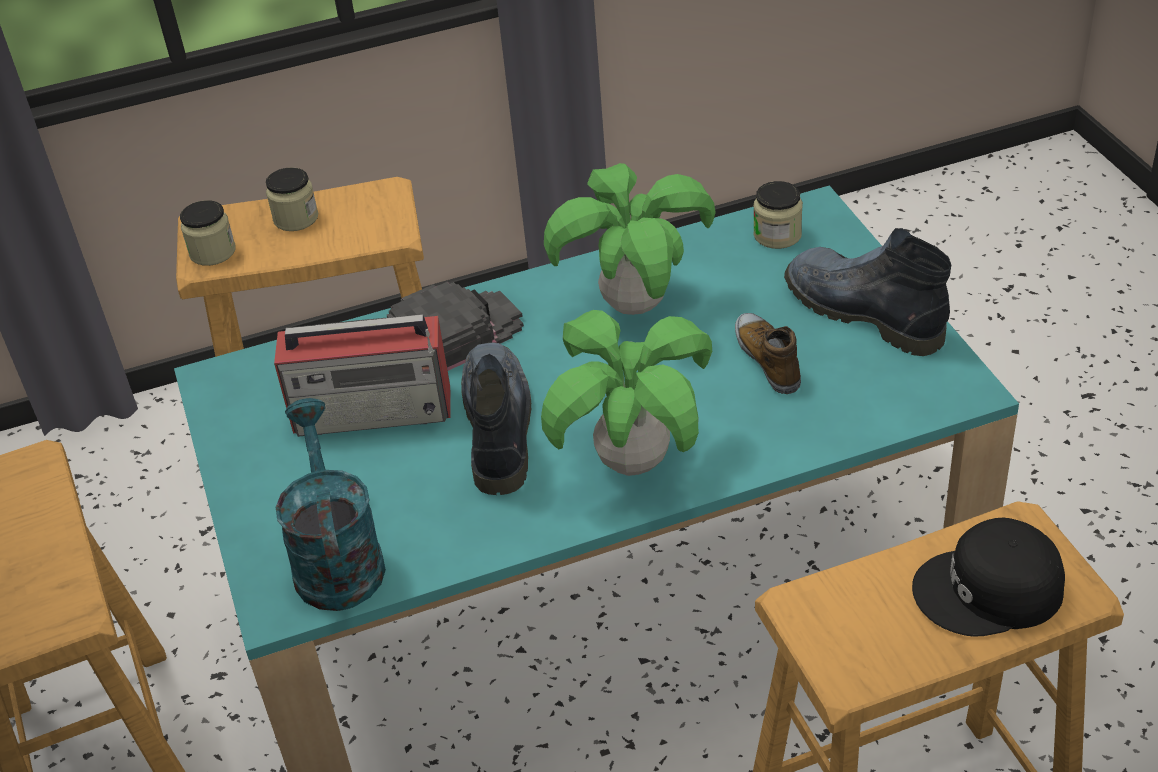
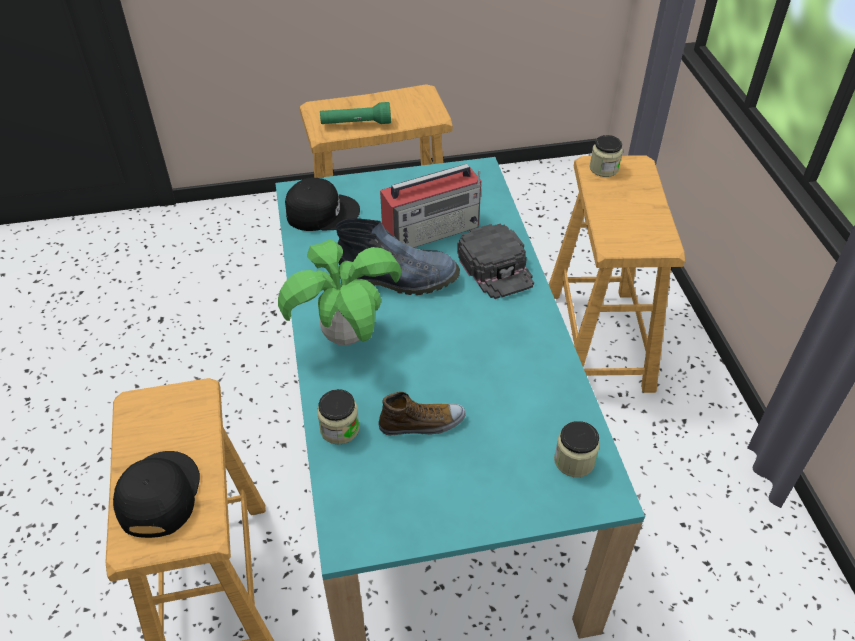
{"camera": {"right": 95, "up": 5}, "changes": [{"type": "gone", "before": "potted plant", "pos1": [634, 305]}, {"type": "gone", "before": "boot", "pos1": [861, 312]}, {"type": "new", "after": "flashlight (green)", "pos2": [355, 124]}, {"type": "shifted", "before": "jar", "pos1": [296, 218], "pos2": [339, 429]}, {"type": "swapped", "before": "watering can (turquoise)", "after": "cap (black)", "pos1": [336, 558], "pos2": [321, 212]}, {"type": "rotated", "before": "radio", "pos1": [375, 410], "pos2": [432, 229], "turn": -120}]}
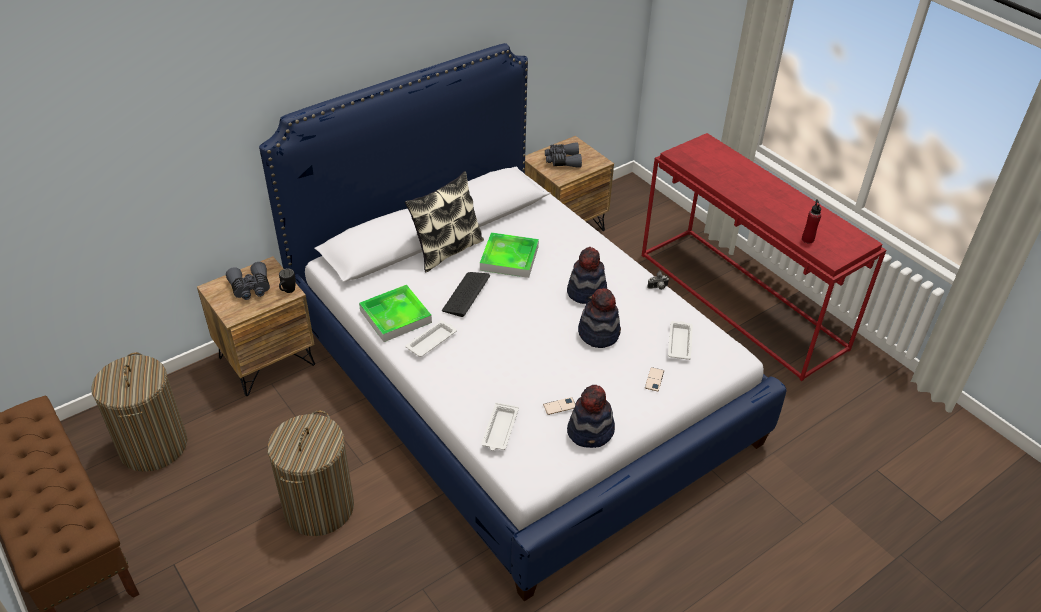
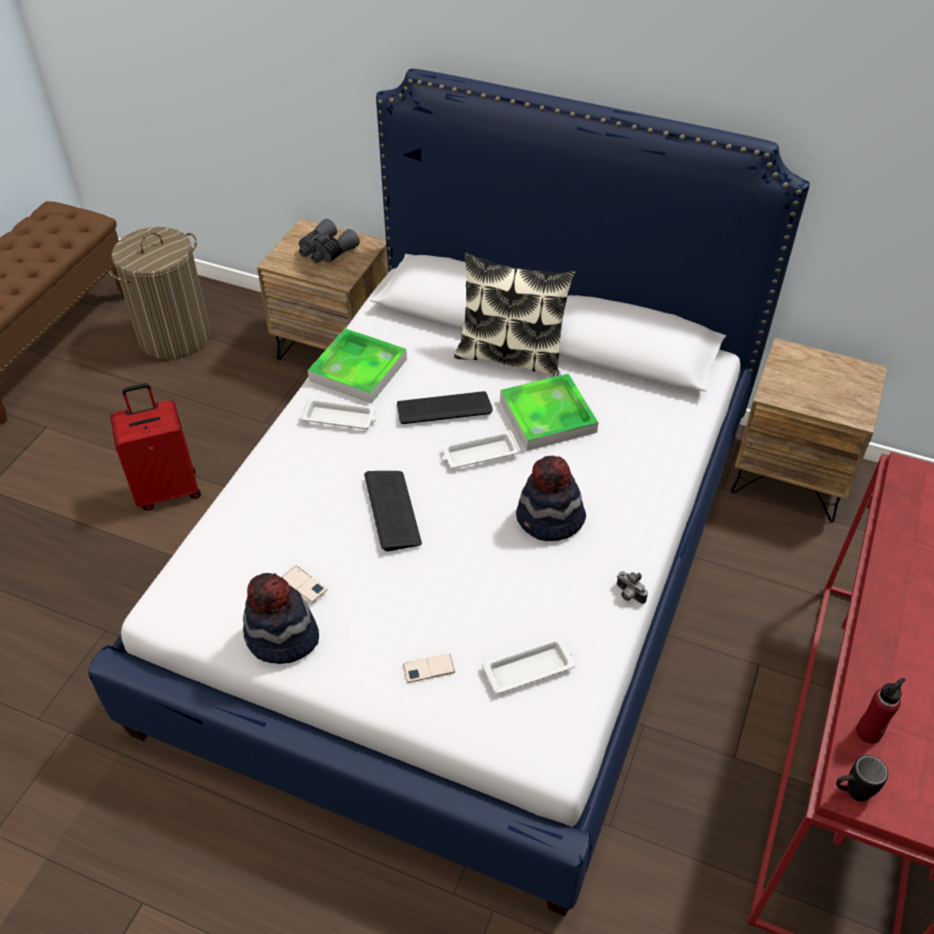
{"camera": {"right": 60, "up": 5}, "changes": [{"type": "gone", "before": "binoculars (grey)", "pos1": [562, 160]}, {"type": "gone", "before": "hat", "pos1": [599, 333]}, {"type": "new", "after": "keyboard", "pos2": [392, 510]}, {"type": "shifted", "before": "mug (black)", "pos1": [287, 292], "pos2": [851, 792]}, {"type": "shifted", "before": "tray (white)", "pos1": [499, 430], "pos2": [479, 454]}, {"type": "swapped", "before": "laundry basket", "after": "suitcase (red)", "pos1": [319, 507], "pos2": [167, 490]}]}
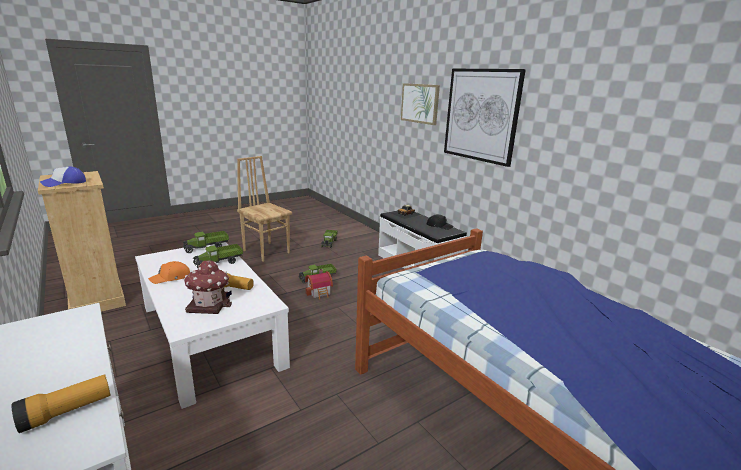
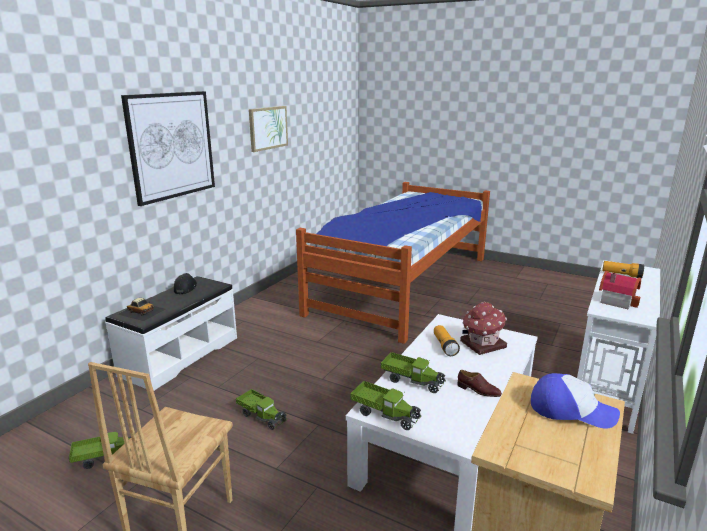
{"camera": {"right": -115, "up": 0}, "changes": [{"type": "shifted", "before": "toy house", "pos1": [320, 292], "pos2": [616, 300]}, {"type": "shifted", "before": "picture", "pos1": [420, 103], "pos2": [268, 128]}, {"type": "swapped", "before": "cap (orange)", "after": "shoe (brown)", "pos1": [171, 278], "pos2": [478, 390]}]}
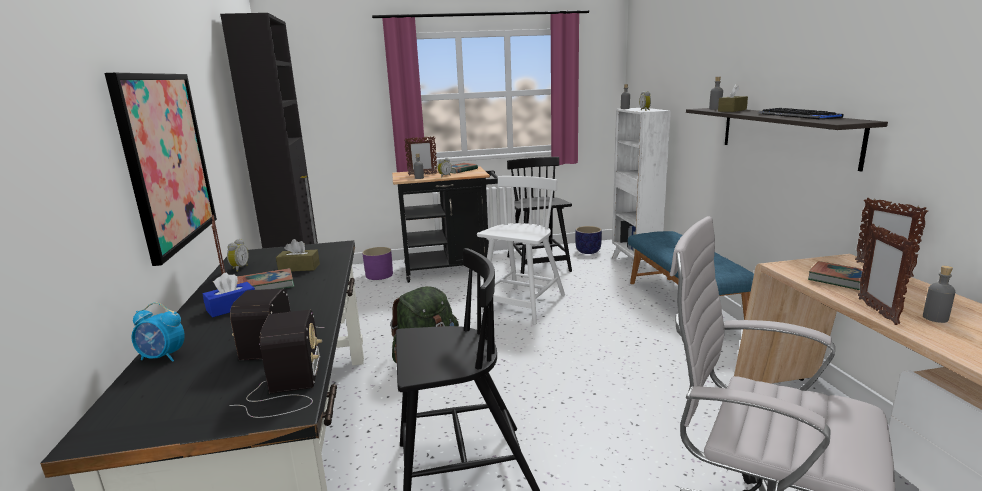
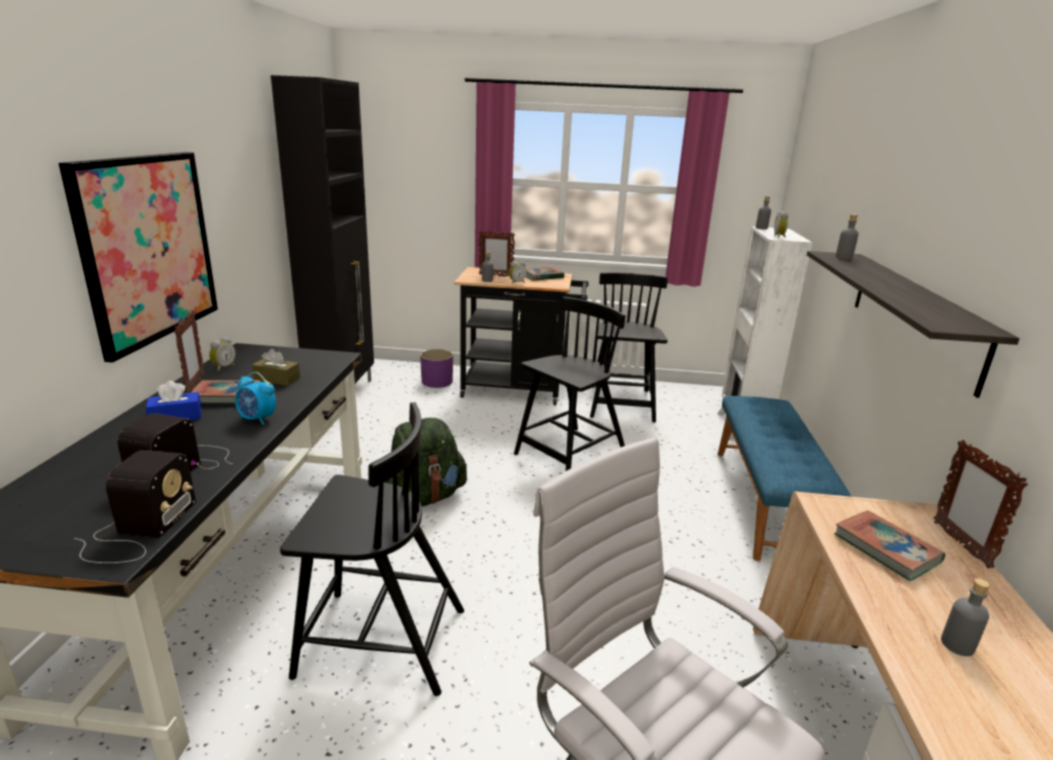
{"camera": {"right": 15, "up": 5}, "changes": [{"type": "gone", "before": "planter", "pos1": [588, 251]}, {"type": "gone", "before": "tissue box (brown)", "pos1": [732, 110]}, {"type": "gone", "before": "keyboard", "pos1": [797, 116]}, {"type": "gone", "before": "picture frame", "pos1": [877, 311]}, {"type": "shifted", "before": "alarm clock", "pos1": [163, 357], "pos2": [257, 419]}, {"type": "repainted", "before": "chair (white)", "after": "chair (black)", "pos1": [523, 305], "pos2": [569, 455]}]}
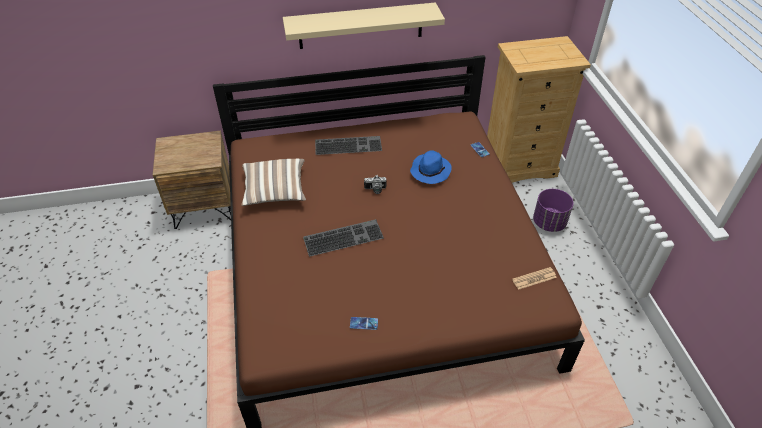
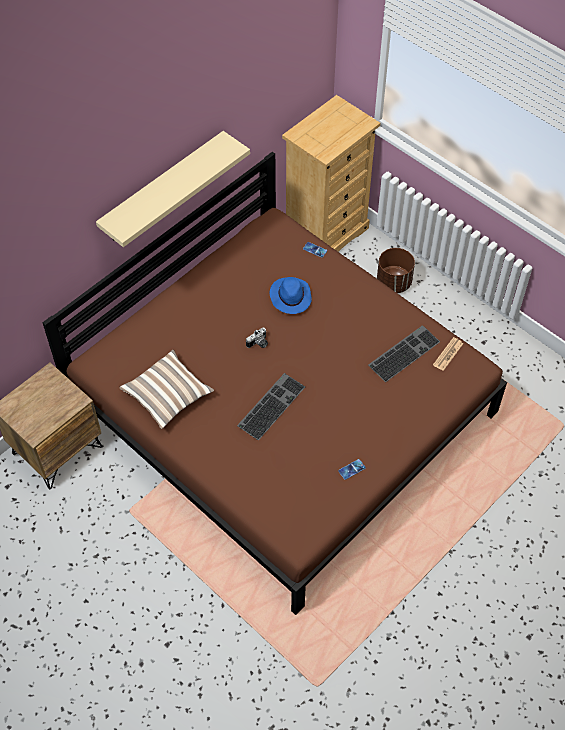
{"camera": {"right": -35, "up": 10}, "changes": [{"type": "shifted", "before": "keyboard", "pos1": [349, 145], "pos2": [403, 352]}, {"type": "repainted", "before": "planter (purple)", "after": "planter (brown)", "pos1": [549, 223], "pos2": [394, 282]}]}
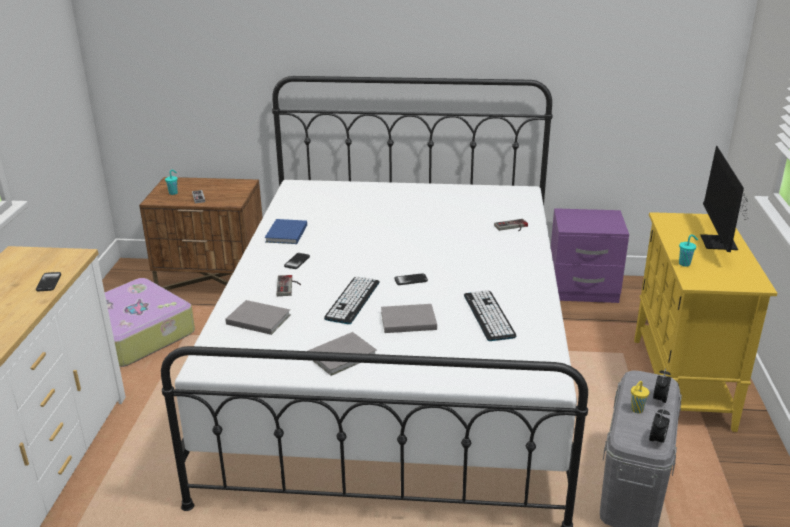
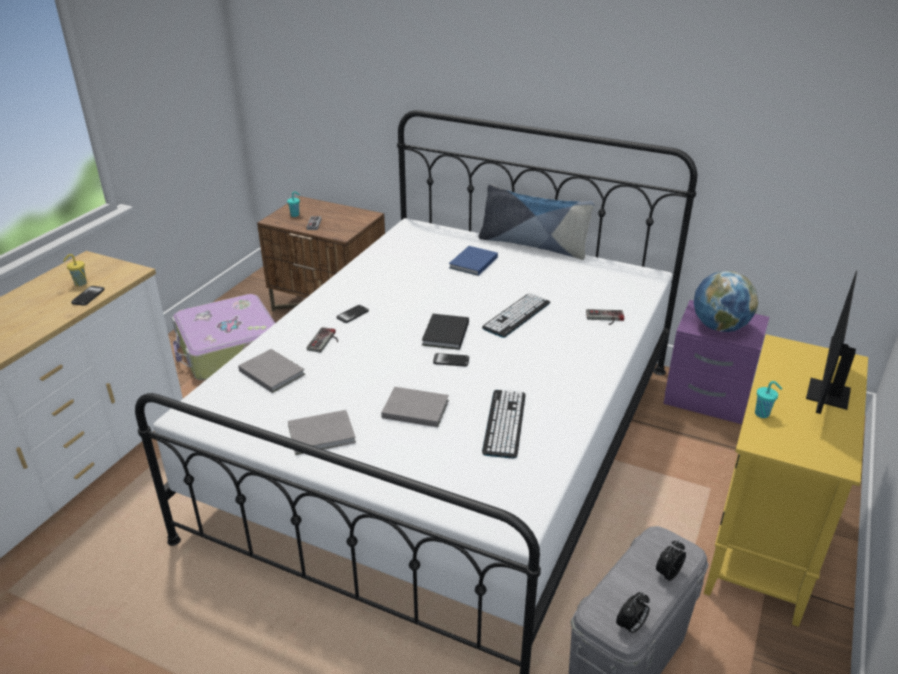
{"camera": {"right": 20, "up": 5}, "changes": [{"type": "new", "after": "book (black)", "pos2": [444, 334]}, {"type": "new", "after": "pillow", "pos2": [533, 245]}, {"type": "new", "after": "globe", "pos2": [719, 327]}, {"type": "shifted", "before": "book (blue)", "pos1": [285, 234], "pos2": [472, 263]}, {"type": "shifted", "before": "keyboard", "pos1": [352, 300], "pos2": [516, 315]}, {"type": "shifted", "before": "cup (yellow)", "pos1": [636, 410], "pos2": [80, 283]}]}
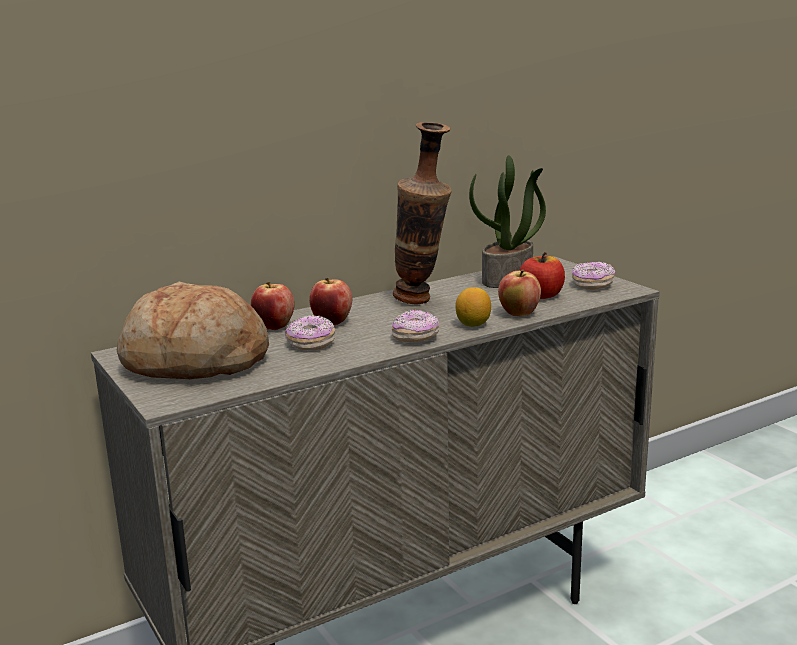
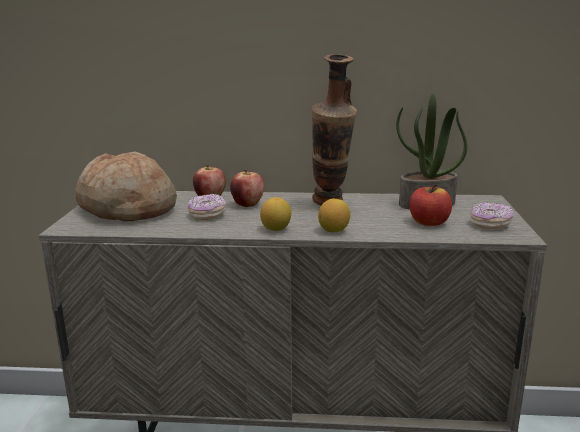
{"camera": {"right": 35, "up": 0}, "changes": [{"type": "gone", "before": "apple", "pos1": [518, 314]}, {"type": "swapped", "before": "donut", "after": "lemon", "pos1": [415, 337], "pos2": [276, 229]}]}
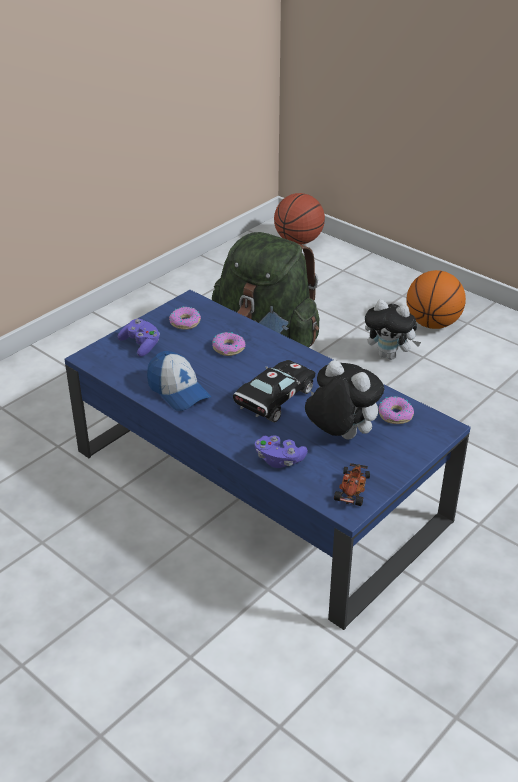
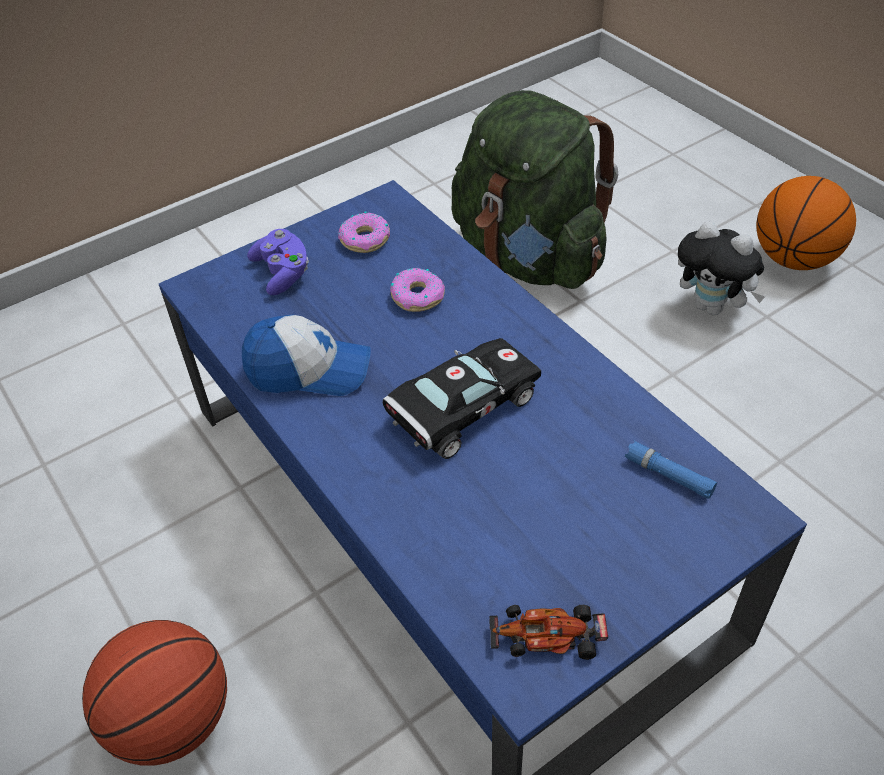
{"camera": {"right": 15, "up": 10}, "changes": [{"type": "gone", "before": "game controller (purple)", "pos1": [279, 460]}, {"type": "gone", "before": "plush toy", "pos1": [340, 436]}, {"type": "shifted", "before": "basketball", "pos1": [298, 241], "pos2": [173, 720]}, {"type": "swapped", "before": "donut", "after": "flashlight (blue)", "pos1": [395, 415], "pos2": [668, 475]}, {"type": "rotated", "before": "cap", "pos1": [178, 391], "pos2": [309, 370], "turn": -60}, {"type": "rotated", "before": "toy car", "pos1": [353, 489], "pos2": [547, 635], "turn": -120}]}
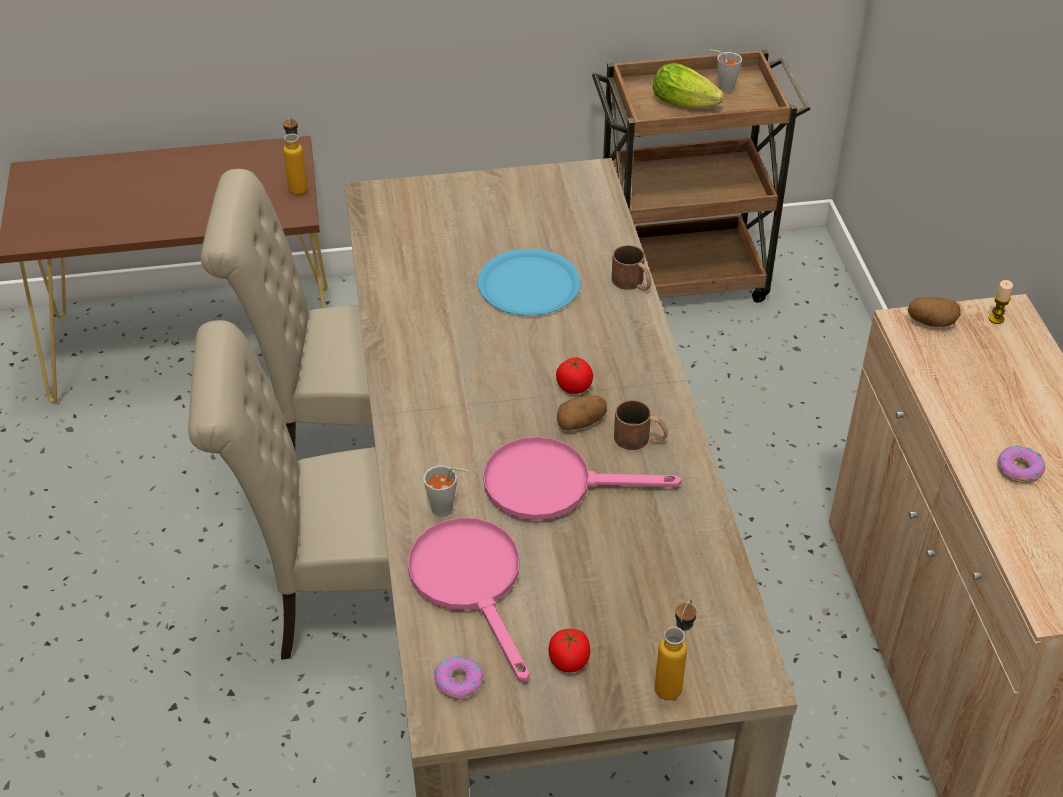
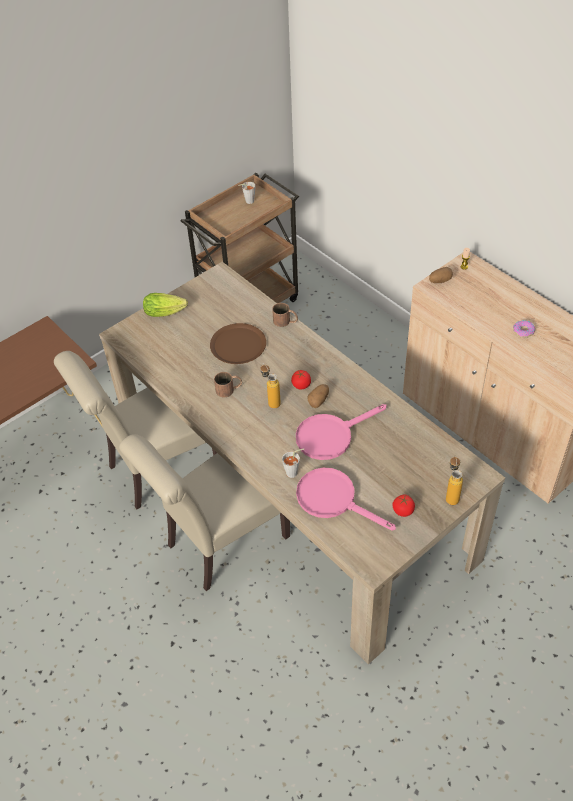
{"camera": {"right": -30, "up": 5}, "changes": [{"type": "gone", "before": "donut", "pos1": [458, 682]}, {"type": "shifted", "before": "bottle", "pos1": [298, 185], "pos2": [271, 401]}, {"type": "shifted", "before": "mug (brown)", "pos1": [640, 439], "pos2": [229, 389]}, {"type": "shifted", "before": "lettuce", "pos1": [687, 104], "pos2": [167, 312]}, {"type": "repainted", "before": "plate (blue)", "after": "plate (brown)", "pos1": [529, 284], "pos2": [238, 344]}]}
